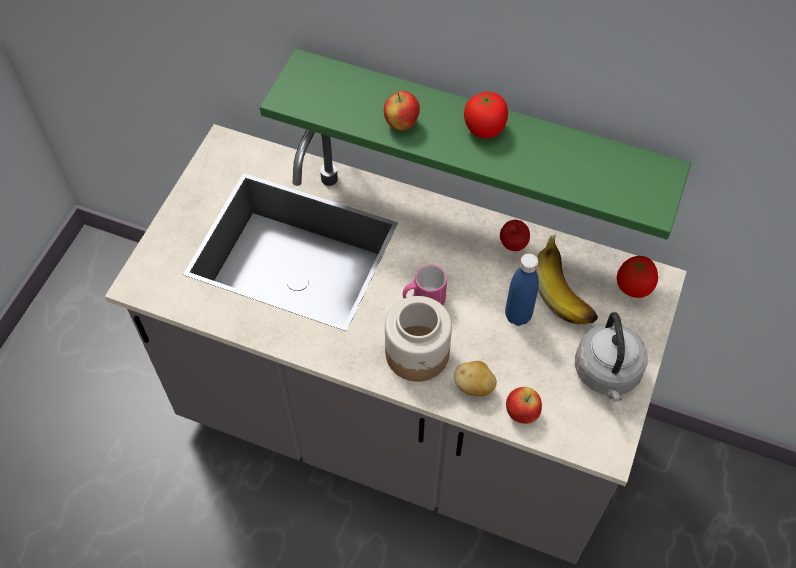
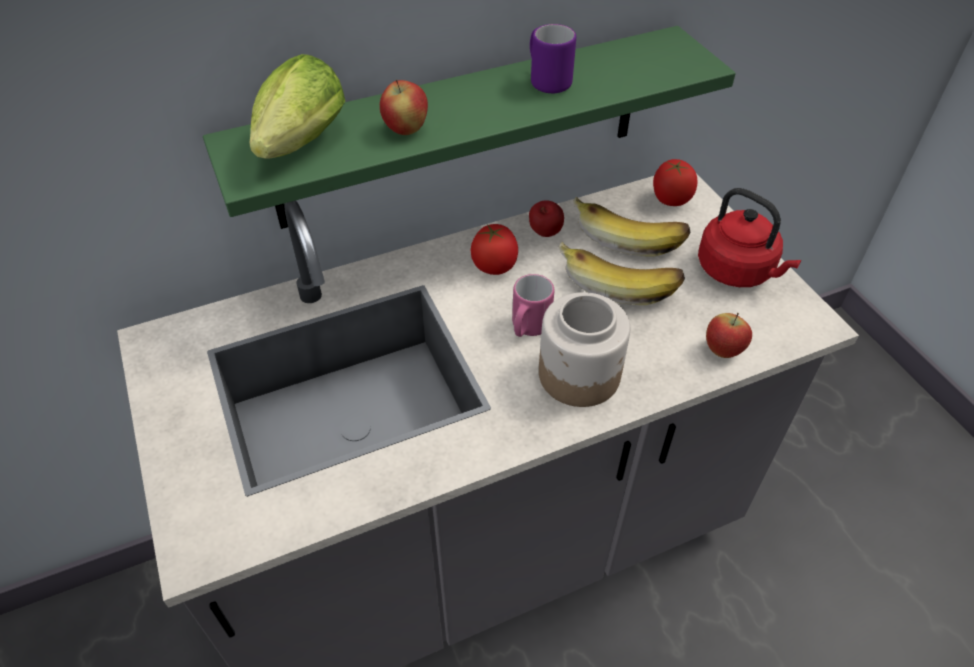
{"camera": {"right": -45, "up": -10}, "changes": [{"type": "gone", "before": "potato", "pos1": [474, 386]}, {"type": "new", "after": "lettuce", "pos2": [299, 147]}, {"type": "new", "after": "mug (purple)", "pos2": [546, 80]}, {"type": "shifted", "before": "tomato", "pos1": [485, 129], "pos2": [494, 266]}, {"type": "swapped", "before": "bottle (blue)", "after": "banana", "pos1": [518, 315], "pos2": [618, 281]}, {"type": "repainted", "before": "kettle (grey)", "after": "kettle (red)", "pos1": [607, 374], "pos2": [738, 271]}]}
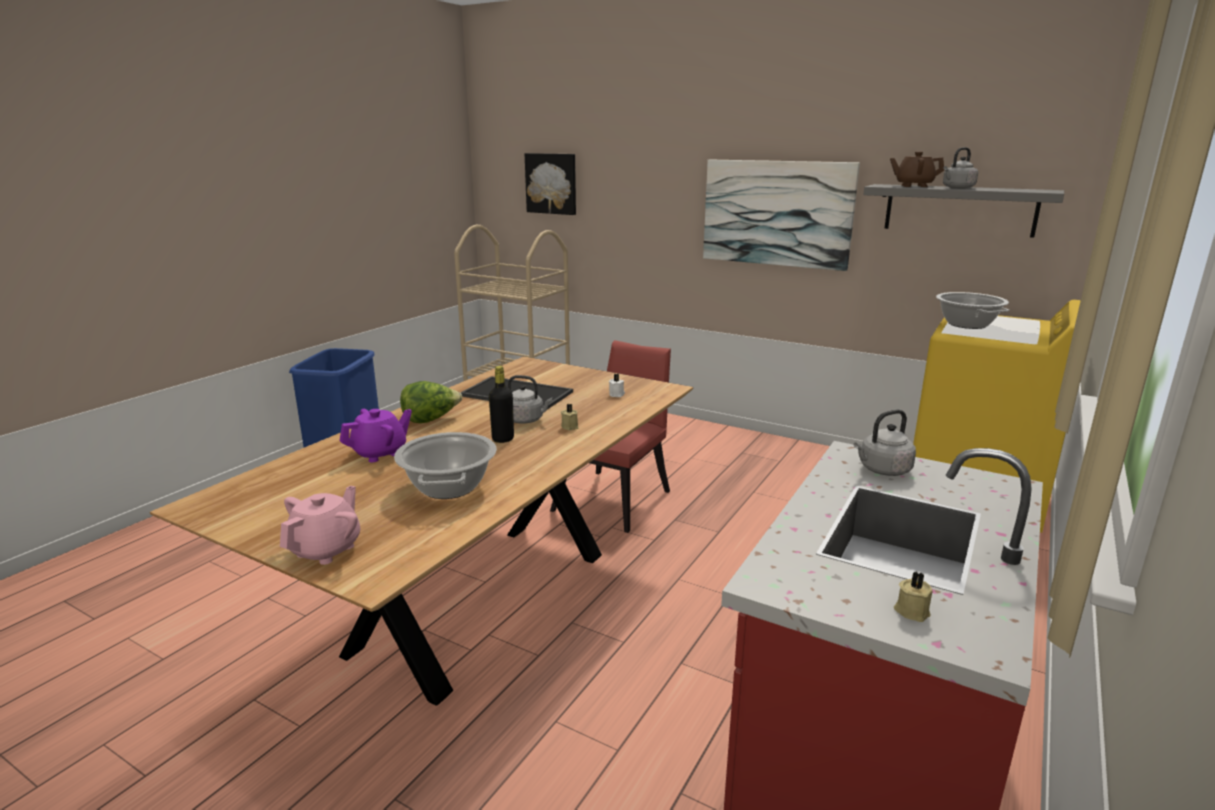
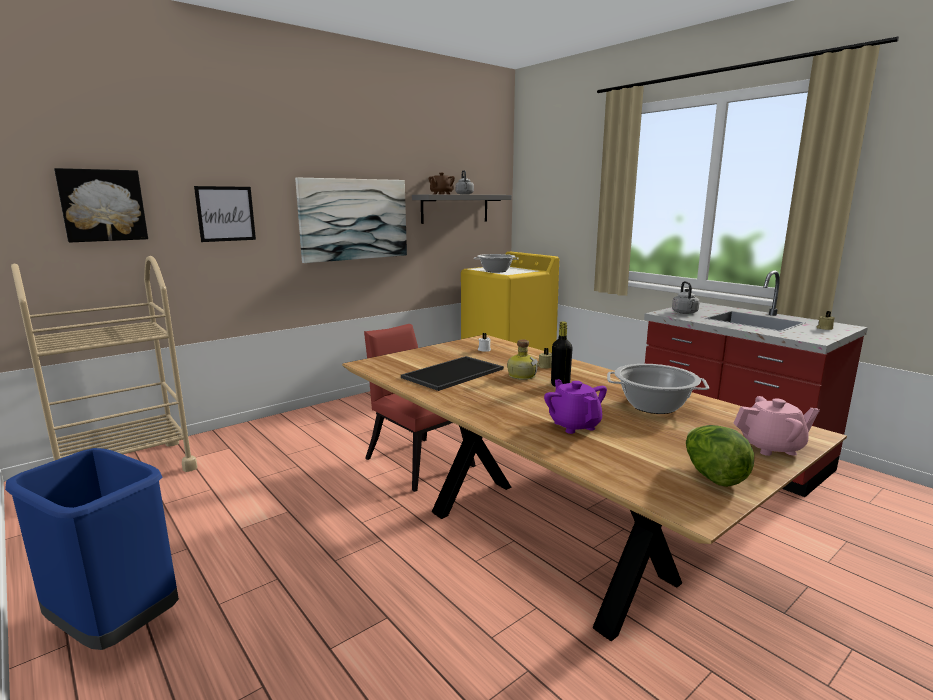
{"camera": {"right": -70, "up": -5}, "changes": [{"type": "new", "after": "picture", "pos2": [225, 214]}, {"type": "shifted", "before": "lettuce", "pos1": [431, 420], "pos2": [712, 476]}, {"type": "swapped", "before": "kettle (grey)", "after": "bottle", "pos1": [526, 420], "pos2": [521, 376]}, {"type": "rotated", "before": "teapot (pink)", "pos1": [326, 550], "pos2": [772, 447], "turn": 135}]}
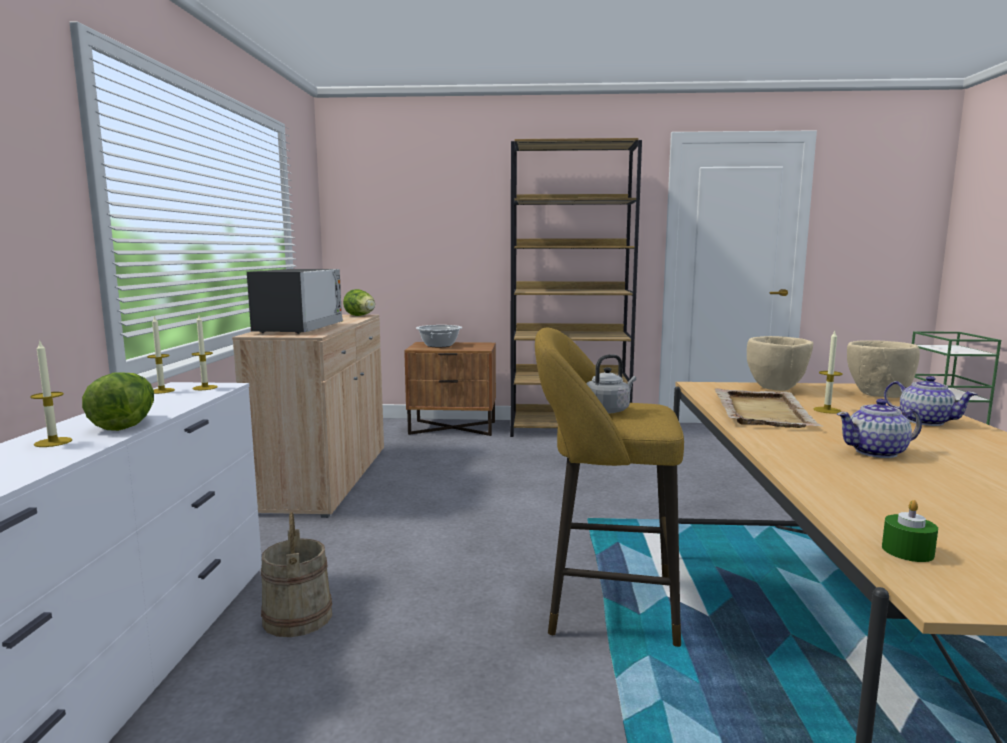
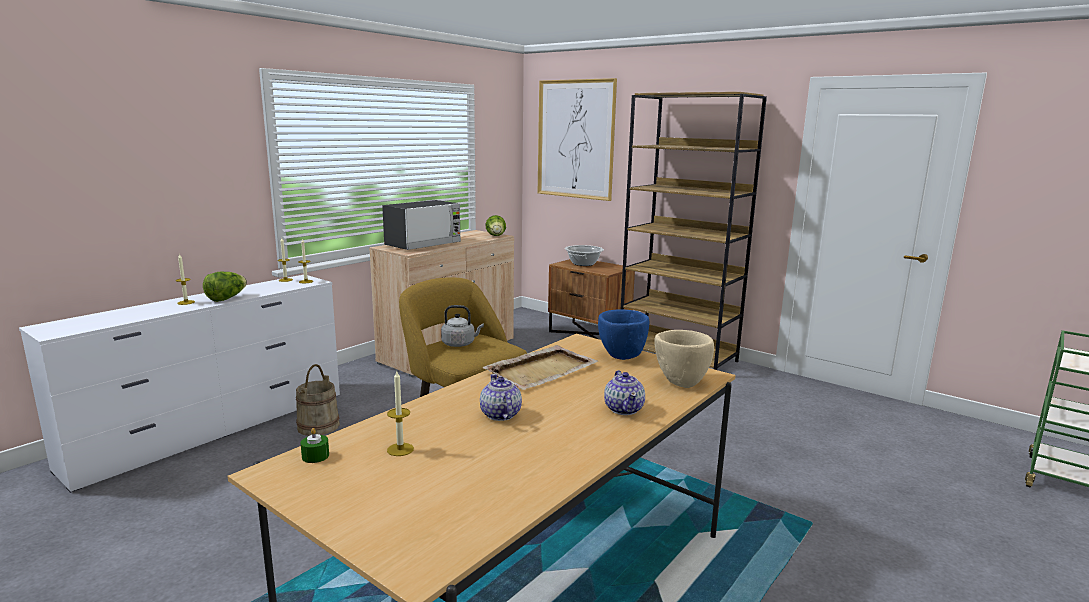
{"camera": {"right": 35, "up": 5}, "changes": [{"type": "new", "after": "picture", "pos2": [575, 139]}, {"type": "shifted", "before": "candle", "pos1": [827, 410], "pos2": [400, 449]}, {"type": "repainted", "before": "bowl (beige)", "after": "bowl (blue)", "pos1": [776, 389], "pos2": [622, 357]}, {"type": "rotated", "before": "teapot", "pos1": [877, 452], "pos2": [500, 415], "turn": 45}]}
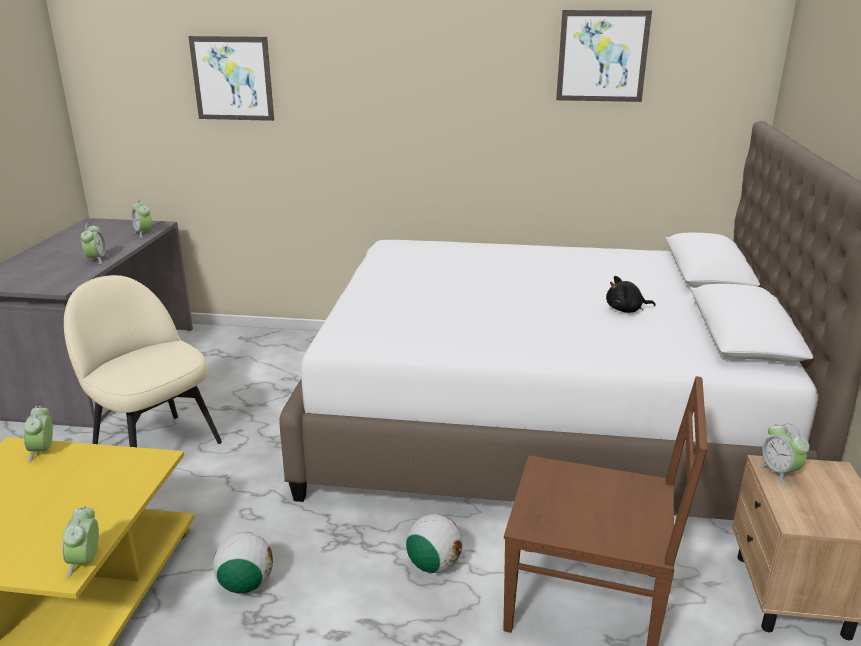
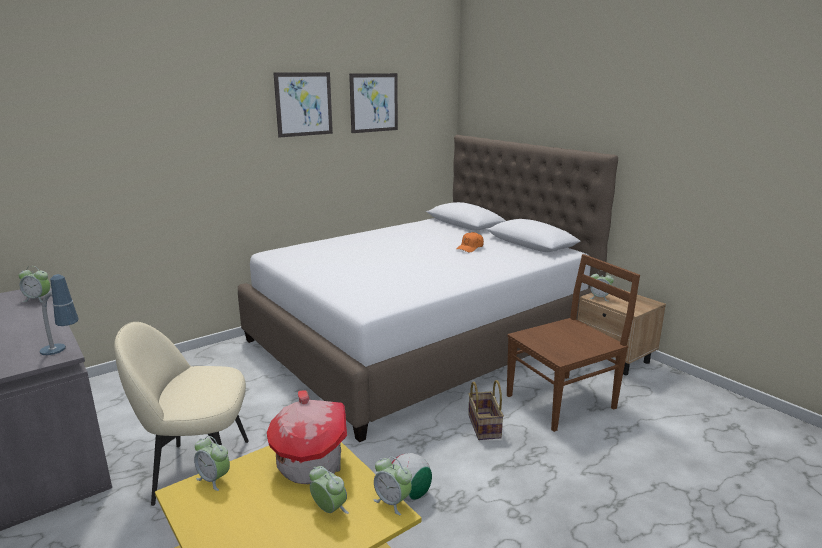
{"camera": {"right": -45, "up": -5}, "changes": [{"type": "new", "after": "table lamp", "pos2": [63, 353]}, {"type": "new", "after": "toy house", "pos2": [311, 464]}, {"type": "shifted", "before": "alarm clock", "pos1": [96, 260], "pos2": [329, 510]}, {"type": "shifted", "before": "picture", "pos1": [232, 78], "pos2": [304, 104]}, {"type": "swapped", "before": "football", "after": "basket", "pos1": [434, 565], "pos2": [483, 426]}, {"type": "swapped", "before": "plush toy (black)", "after": "cap (orange)", "pos1": [626, 310], "pos2": [470, 248]}]}
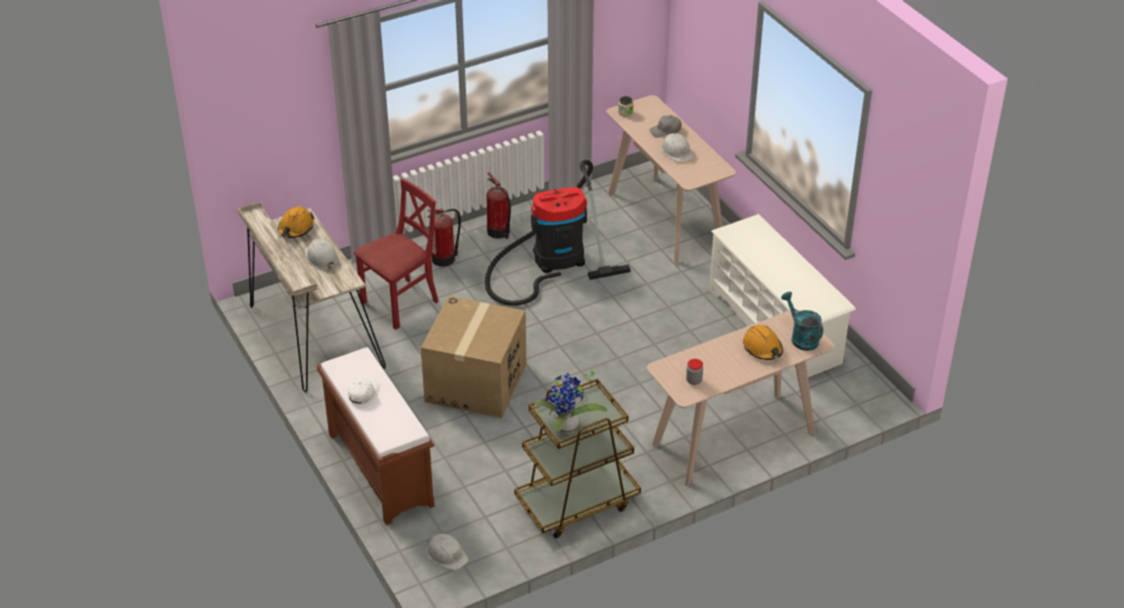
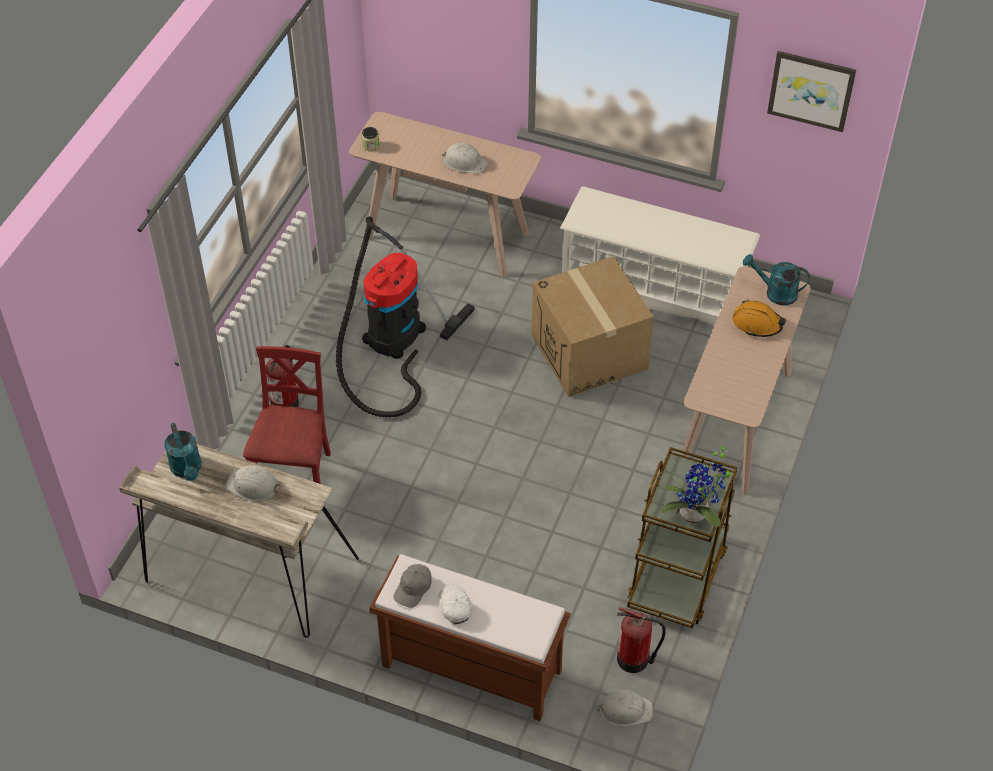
{"camera": {"right": -40, "up": 10}, "changes": [{"type": "gone", "before": "jar", "pos1": [694, 380]}, {"type": "new", "after": "picture", "pos2": [811, 90]}, {"type": "shifted", "before": "cardboard box", "pos1": [476, 383], "pos2": [589, 352]}, {"type": "shifted", "before": "fire extinguisher", "pos1": [499, 232], "pos2": [635, 659]}, {"type": "shifted", "before": "cap (grey)", "pos1": [665, 130], "pos2": [413, 588]}, {"type": "swapped", "before": "hard hat (orange)", "after": "watering can (turquoise)", "pos1": [296, 228], "pos2": [187, 469]}]}
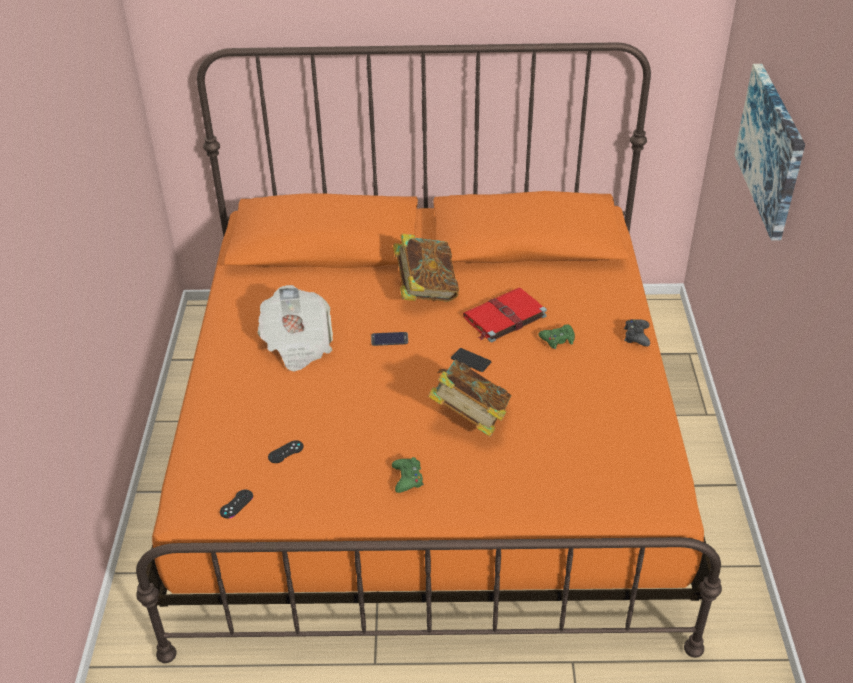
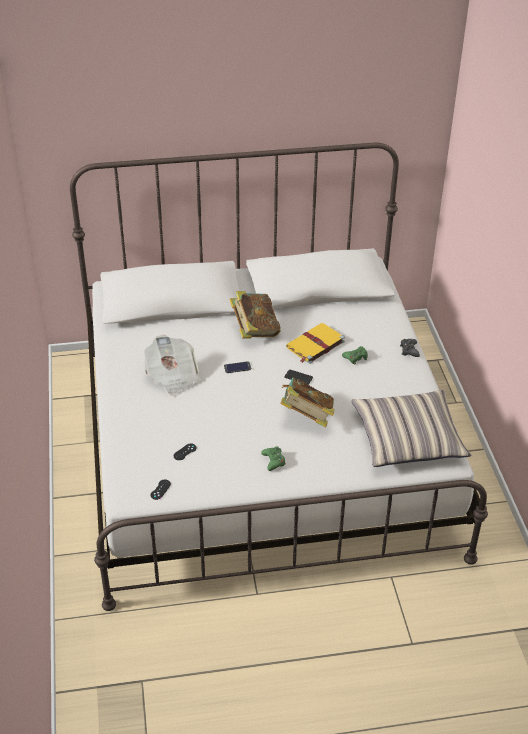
{"camera": {"right": -10, "up": 0}, "changes": [{"type": "gone", "before": "picture", "pos1": [772, 149]}, {"type": "new", "after": "pillow", "pos2": [408, 438]}, {"type": "repainted", "before": "bed (orange)", "after": "bed (white)", "pos1": [428, 450], "pos2": [262, 447]}, {"type": "repainted", "before": "book (red)", "after": "book (yellow)", "pos1": [503, 317], "pos2": [314, 345]}]}
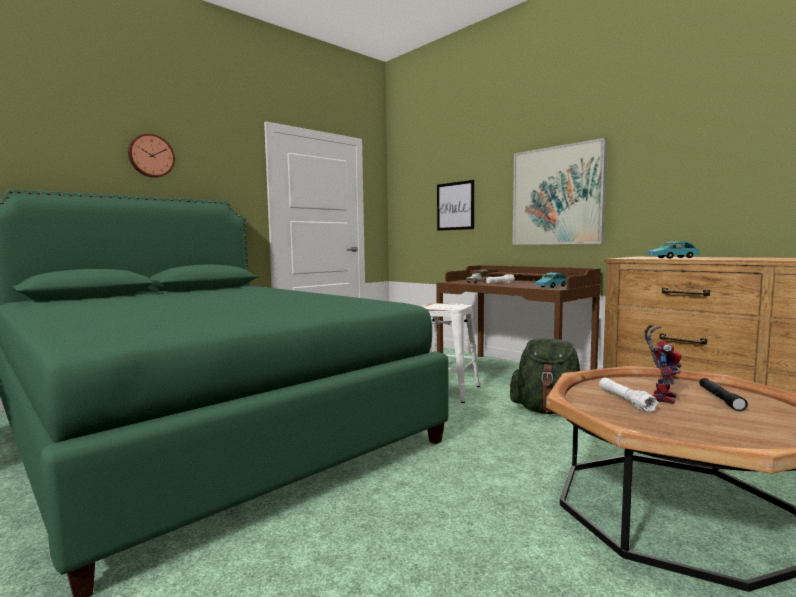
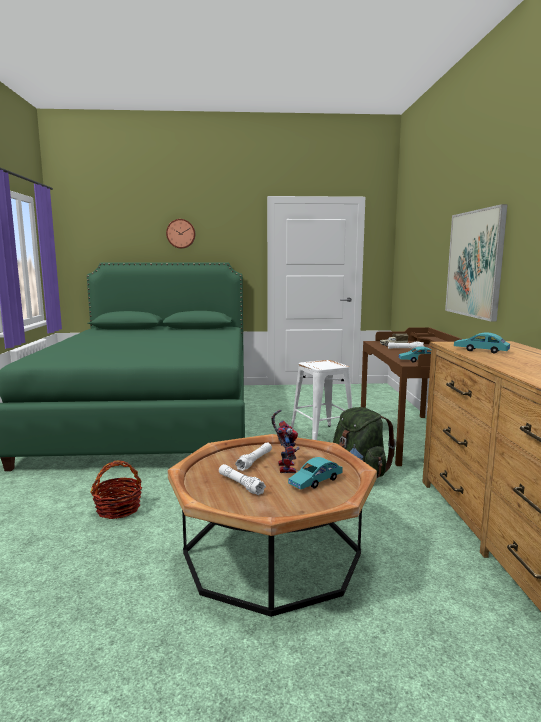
{"camera": {"right": 40, "up": 5}, "changes": [{"type": "gone", "before": "picture", "pos1": [455, 206]}, {"type": "new", "after": "basket", "pos2": [118, 509]}, {"type": "new", "after": "flashlight (white)", "pos2": [240, 484]}, {"type": "swapped", "before": "flashlight (black)", "after": "toy car (turquoise)", "pos1": [720, 399], "pos2": [315, 481]}, {"type": "rotated", "before": "toy robot", "pos1": [661, 397], "pos2": [284, 467], "turn": -75}]}
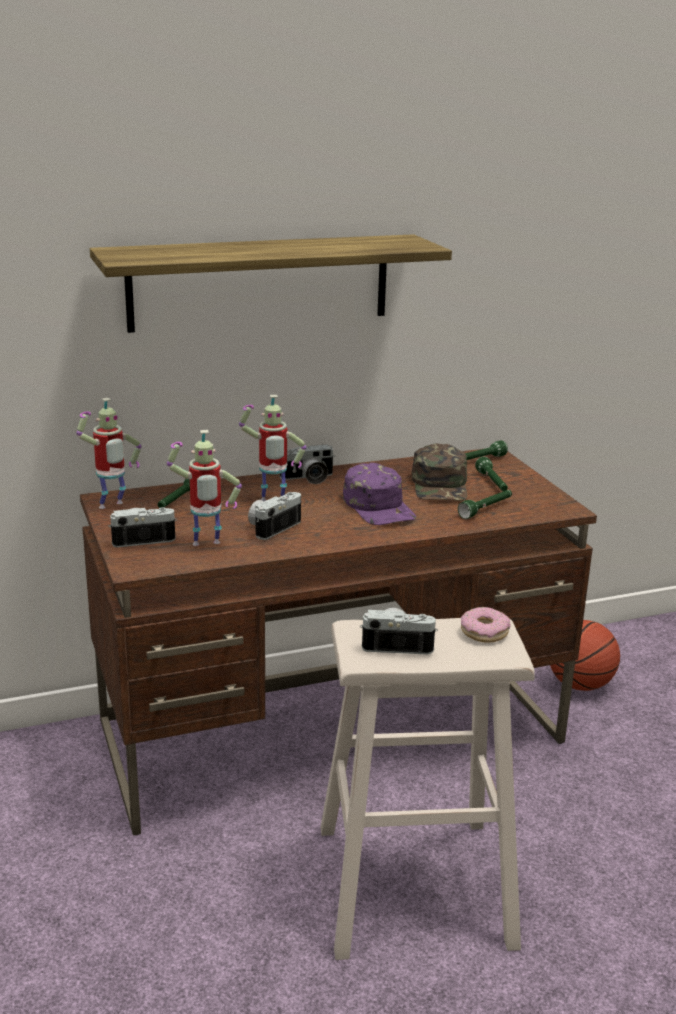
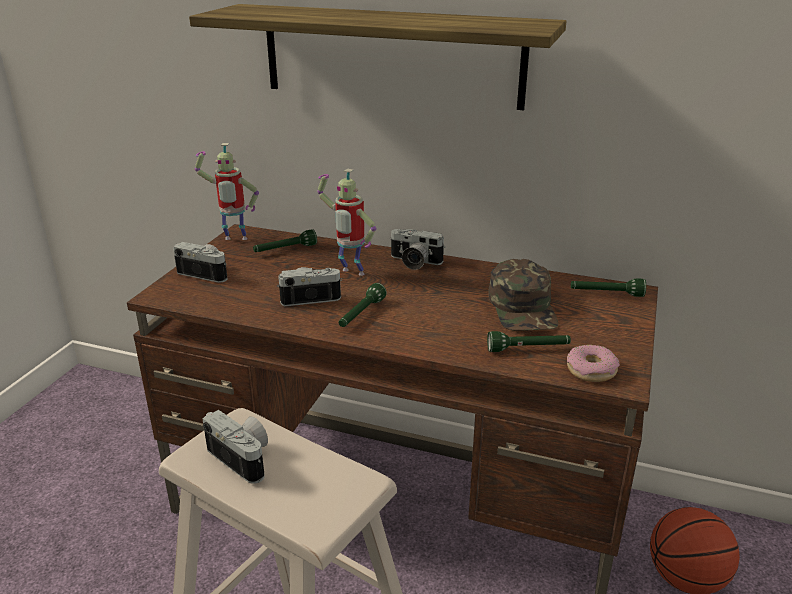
{"camera": {"right": 40, "up": 5}, "changes": [{"type": "gone", "before": "toy robot", "pos1": [206, 545]}, {"type": "gone", "before": "cap (purple)", "pos1": [379, 507]}, {"type": "shifted", "before": "donut", "pos1": [484, 632], "pos2": [591, 370]}, {"type": "shifted", "before": "flashlight (green)", "pos1": [492, 483], "pos2": [361, 314]}, {"type": "rotated", "before": "cap (green)", "pos1": [440, 485], "pos2": [523, 307], "turn": -45}]}
